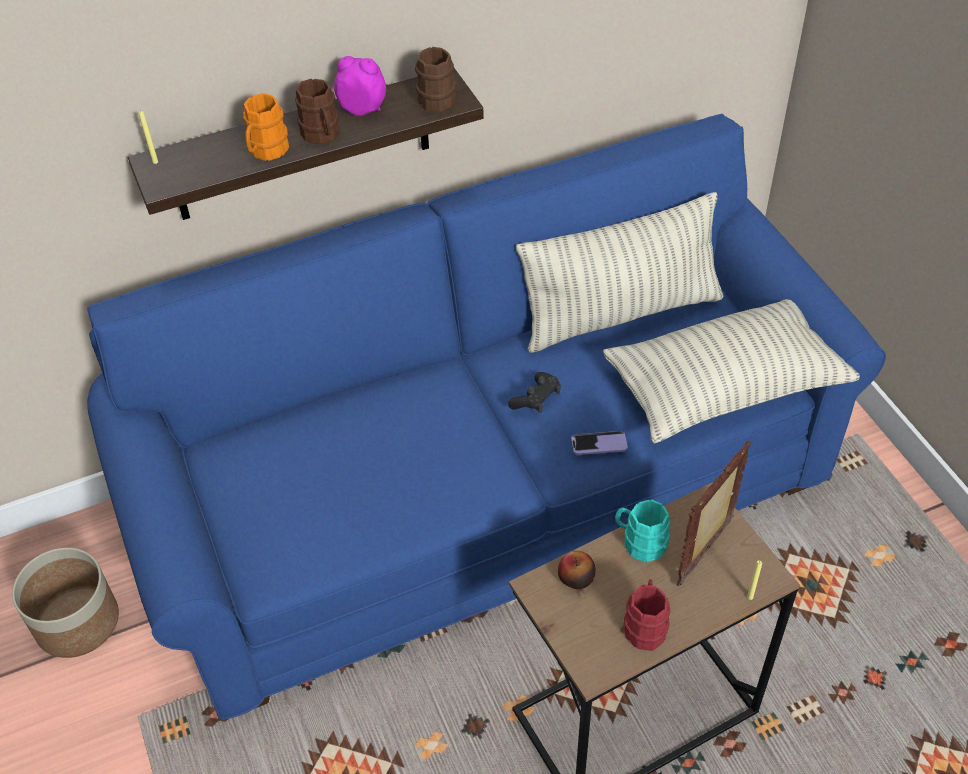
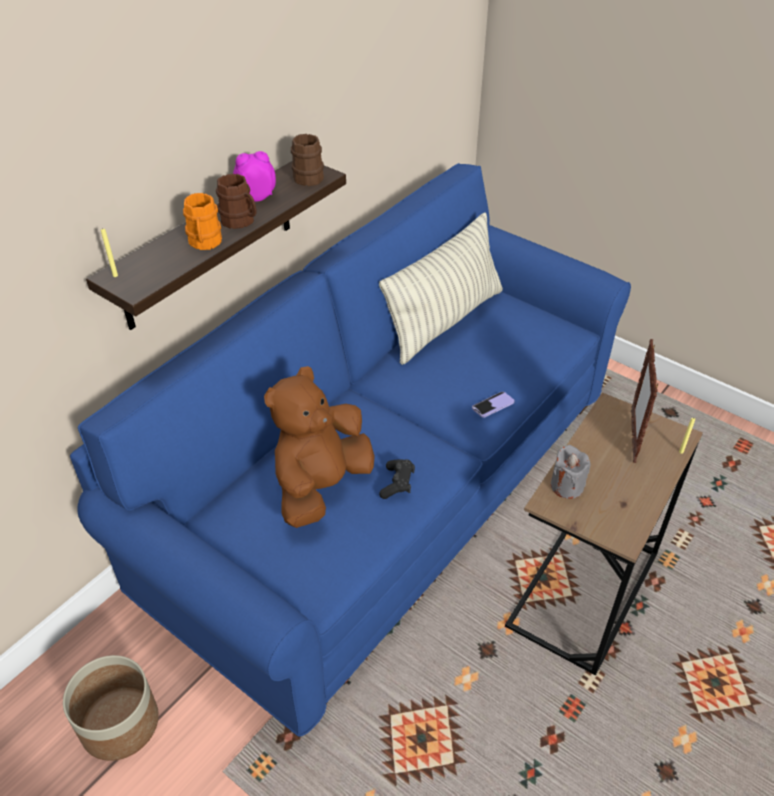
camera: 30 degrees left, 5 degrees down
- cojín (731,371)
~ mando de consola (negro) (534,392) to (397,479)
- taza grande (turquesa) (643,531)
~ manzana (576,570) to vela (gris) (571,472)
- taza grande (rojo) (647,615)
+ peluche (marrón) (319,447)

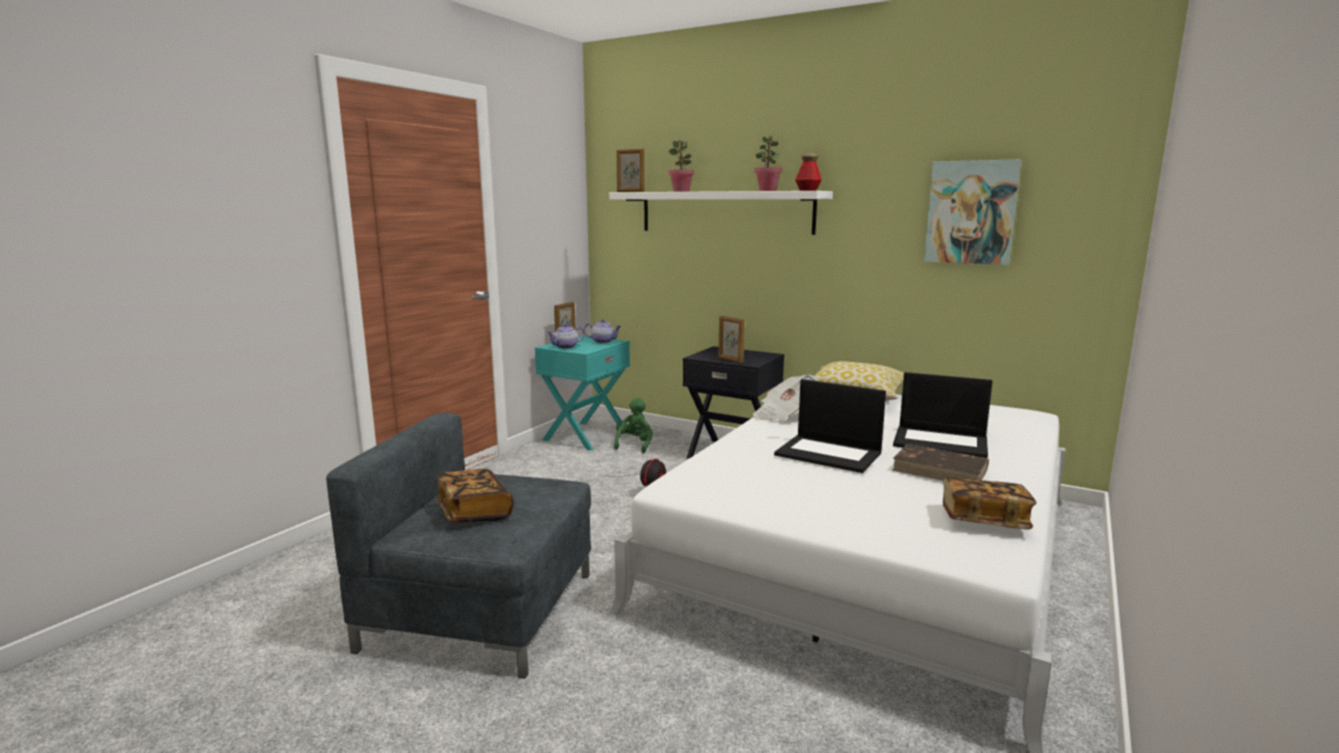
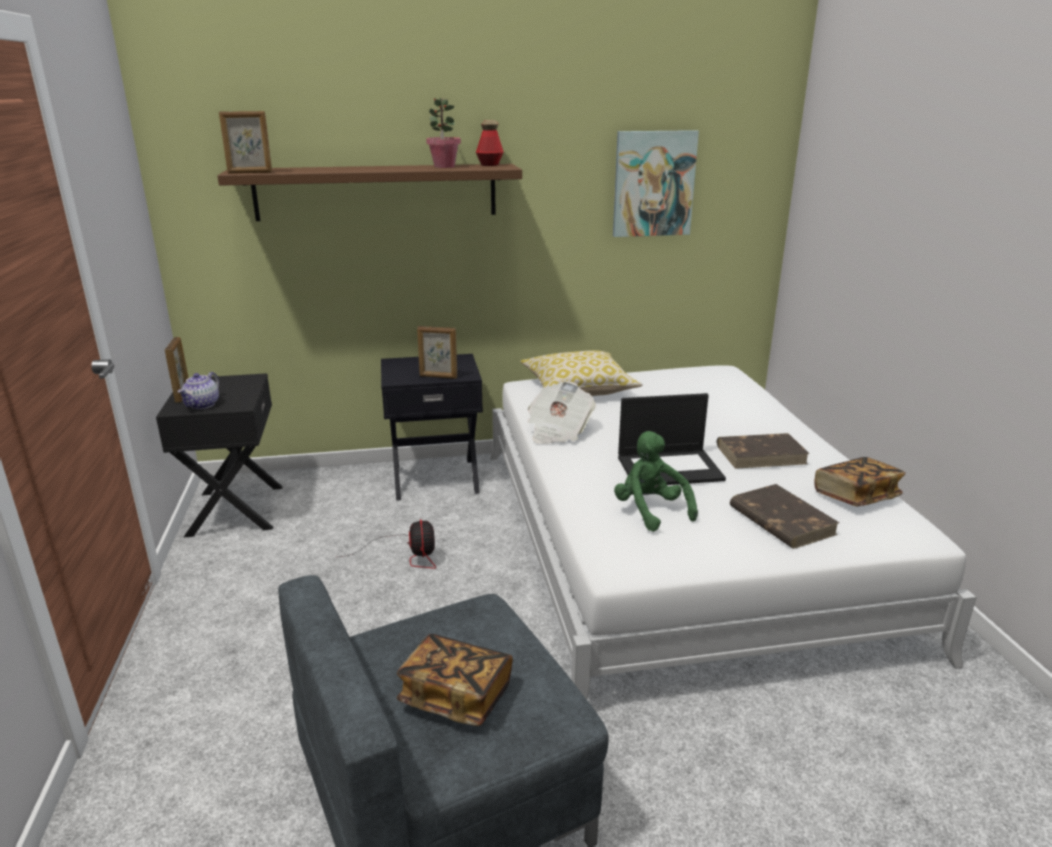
camera: 40 degrees left, 10 degrees up
- planta en maceta (681,166)
~ estante (blanco) (721,213) to estante (marrón) (369,192)
- tetera (602,331)
~ mesita de noche (turquesa) (582,393) to mesita de noche (negro) (219,455)
- portátil (943,415)
~ peluche (verde) (633,425) to (656,481)
+ libro (marrón) (785,516)

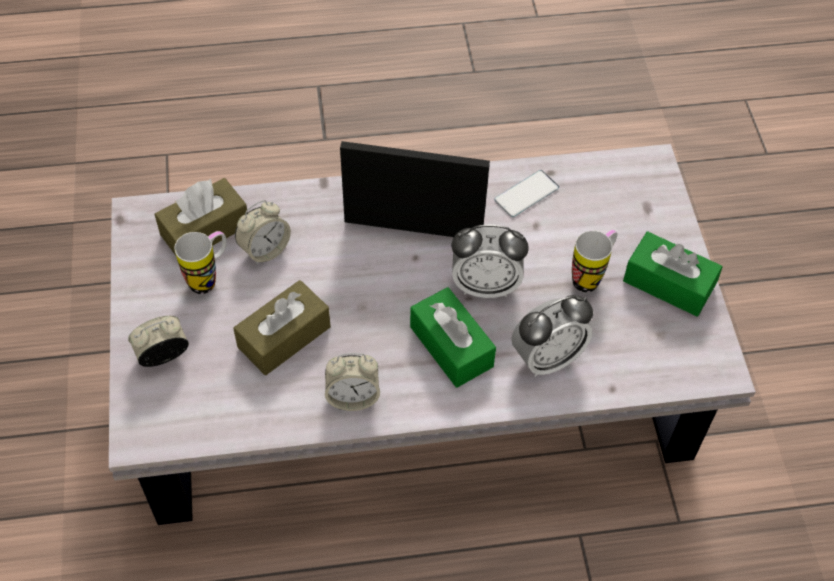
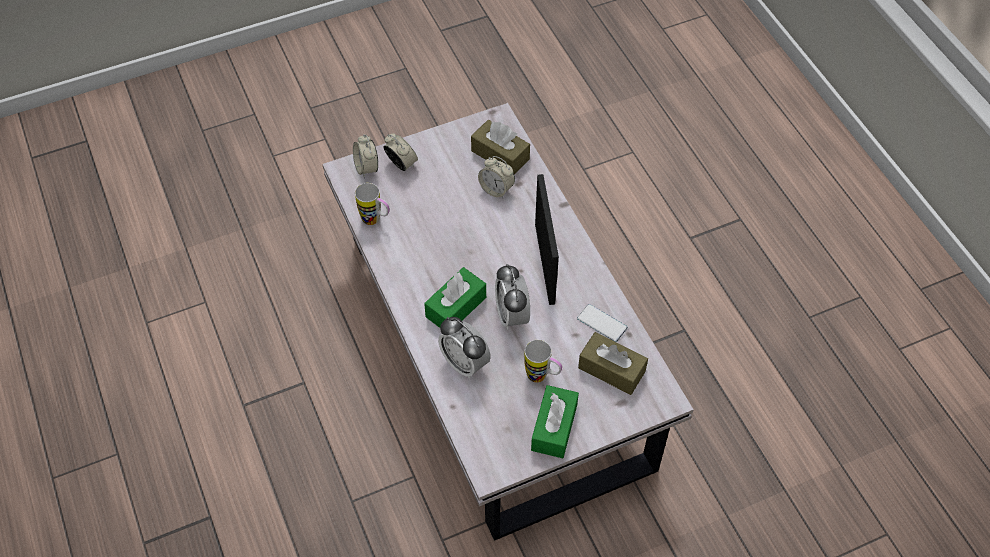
camera: 75 degrees right, 0 degrees up
~ taza grande (200,262) to (372,204)
~ caja de pañuelos (marrón) (281,327) to (613,363)
~ despertador (352,382) to (365,156)

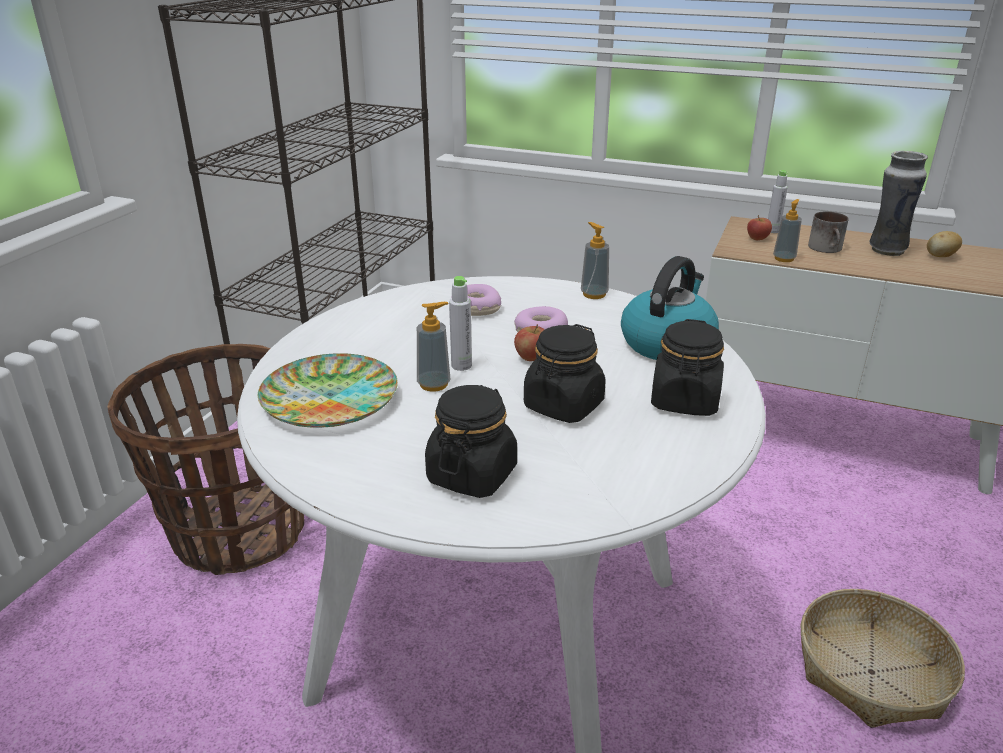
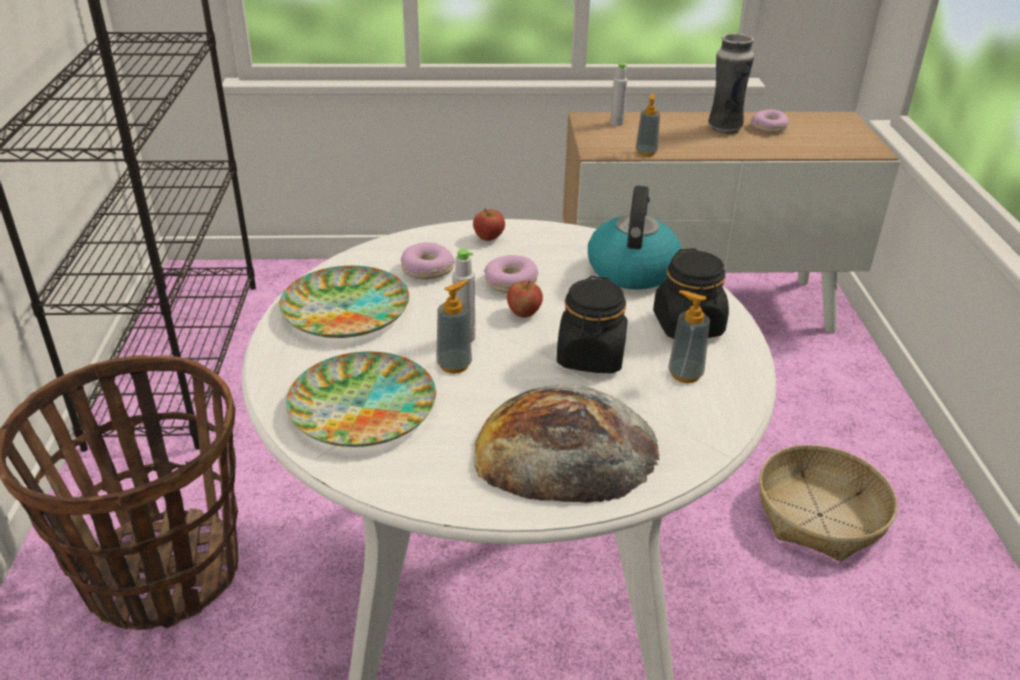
camera: 25 degrees left, 5 degrees up
- taza grande (828,232)
~ manzana (759,227) to (489,225)
~ dispensador de jabón (595,260) to (689,336)
~ patata (944,244) to rosquilla (770,121)
~ tarro (negro) (471,441) to pan (567,444)
+ plato (344,302)

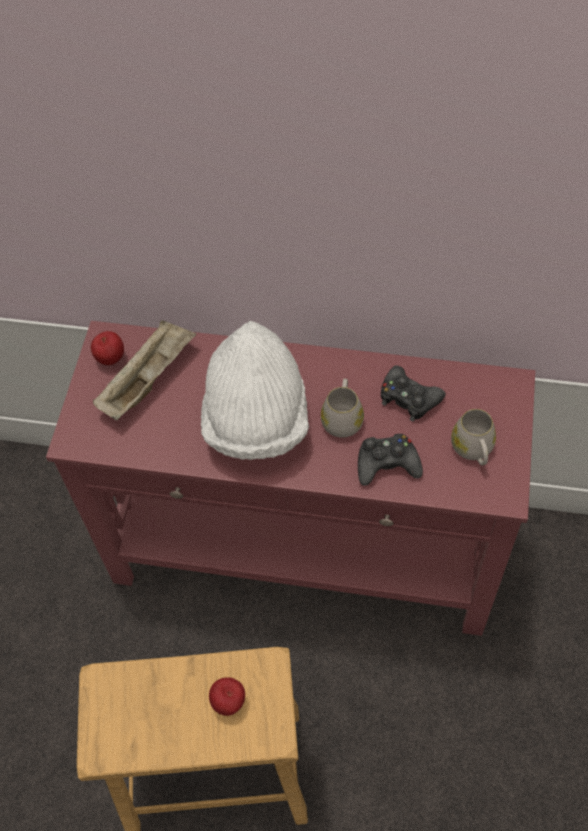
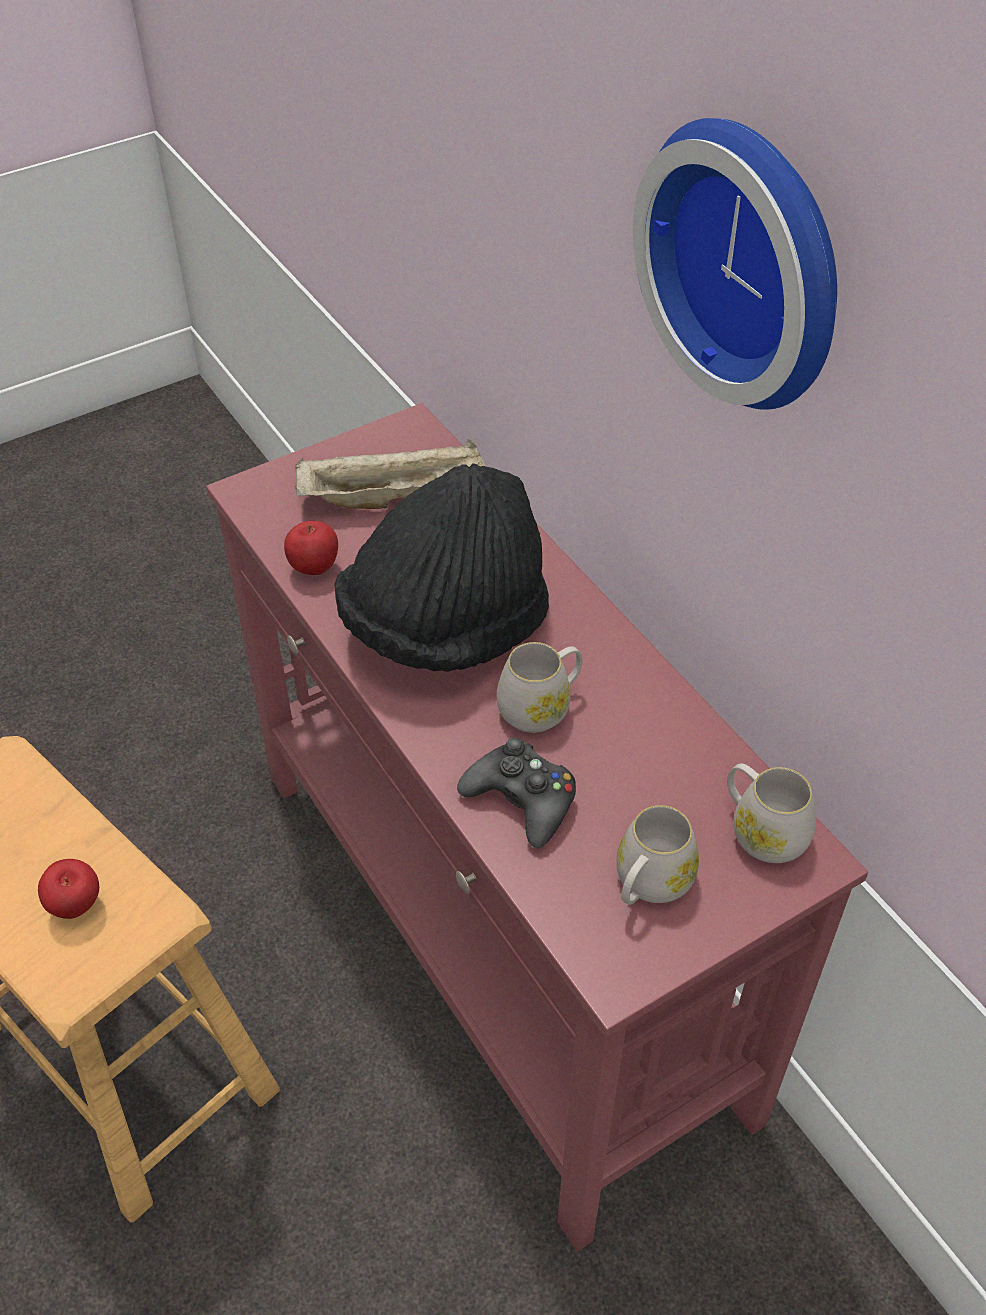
camera: 45 degrees right, 10 degrees down
~ sombrero (blanco) (255,390) to sombrero (negro) (441,567)
~ manzana (107,348) to (311,548)
- mando de consola (negro) (413,393)
+ reloj de pared (735,264)
+ taza grande (blanco) (771,813)

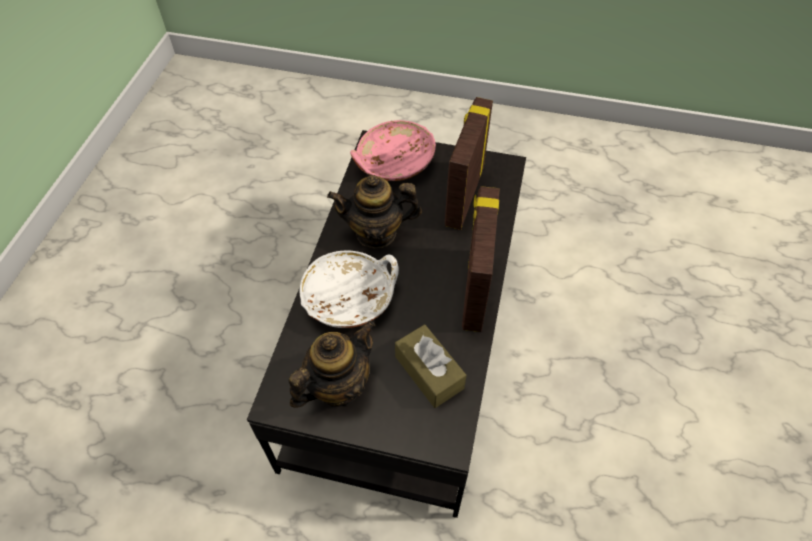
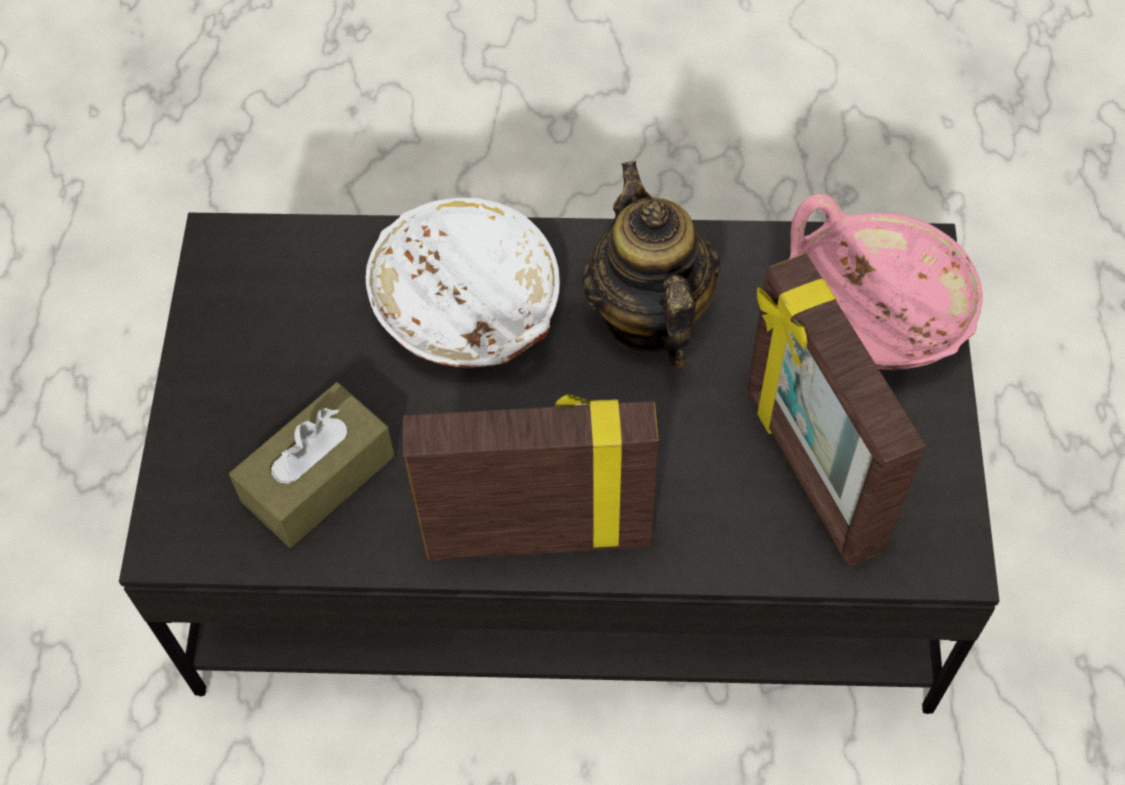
camera: 80 degrees right, 5 degrees up
~ portarretratos (469,163) = (836,409) 120 degrees counterclockwise
- tetera (332,364)

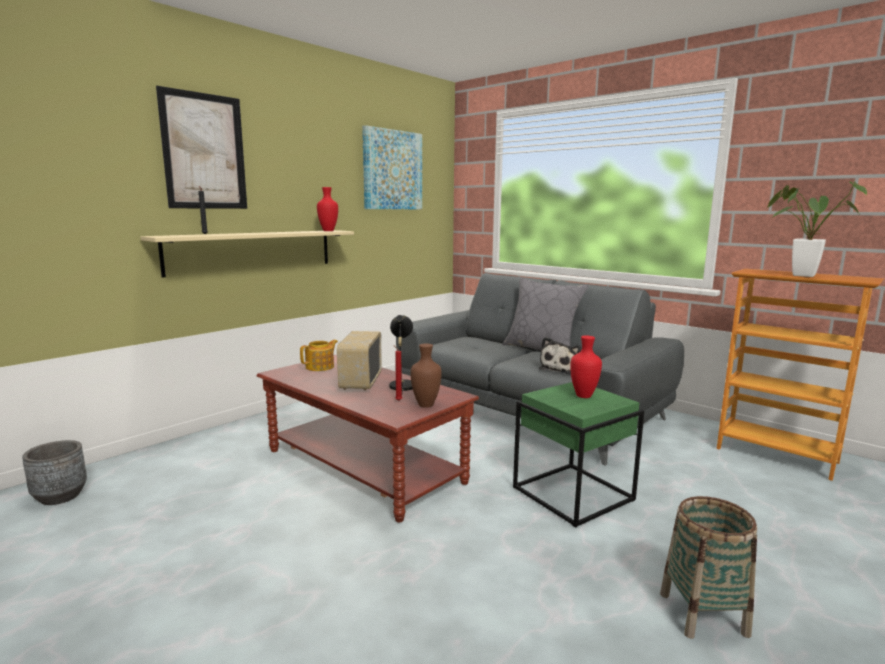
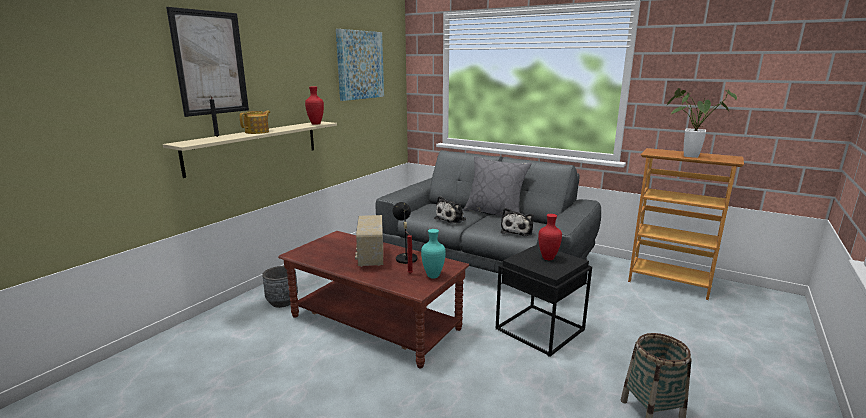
camera: 10 degrees left, 5 degrees up
~ tetera (319,355) to (255,122)
~ florero (marrón) (426,375) to florero (turquesa) (433,253)
~ mesa auxiliar (verde) (578,455) to mesa auxiliar (negro) (544,300)
~ maceta (gris) (54,472) to (280,287)
+ peluche (450,210)

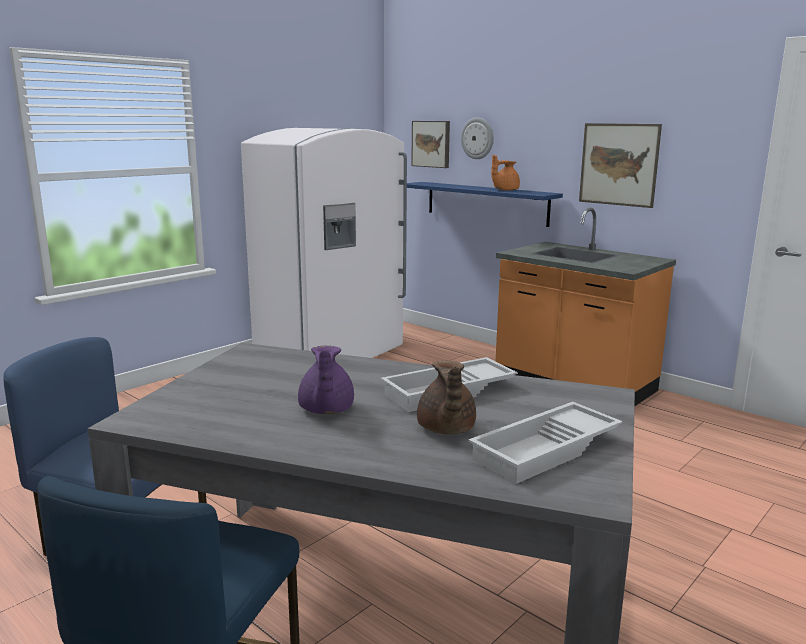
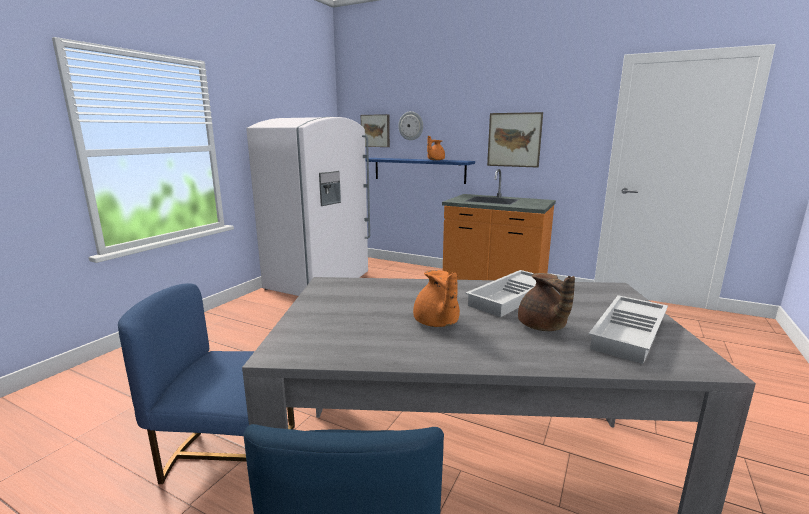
camera: 15 degrees left, 0 degrees up
~ tetera (morado) (326,380) to tetera (naranja) (436,298)

